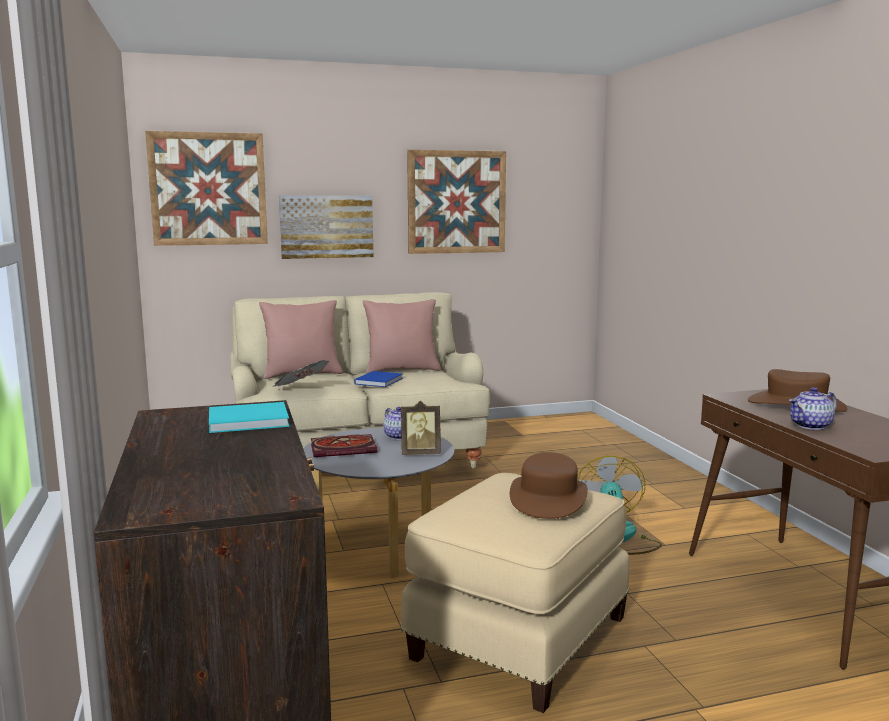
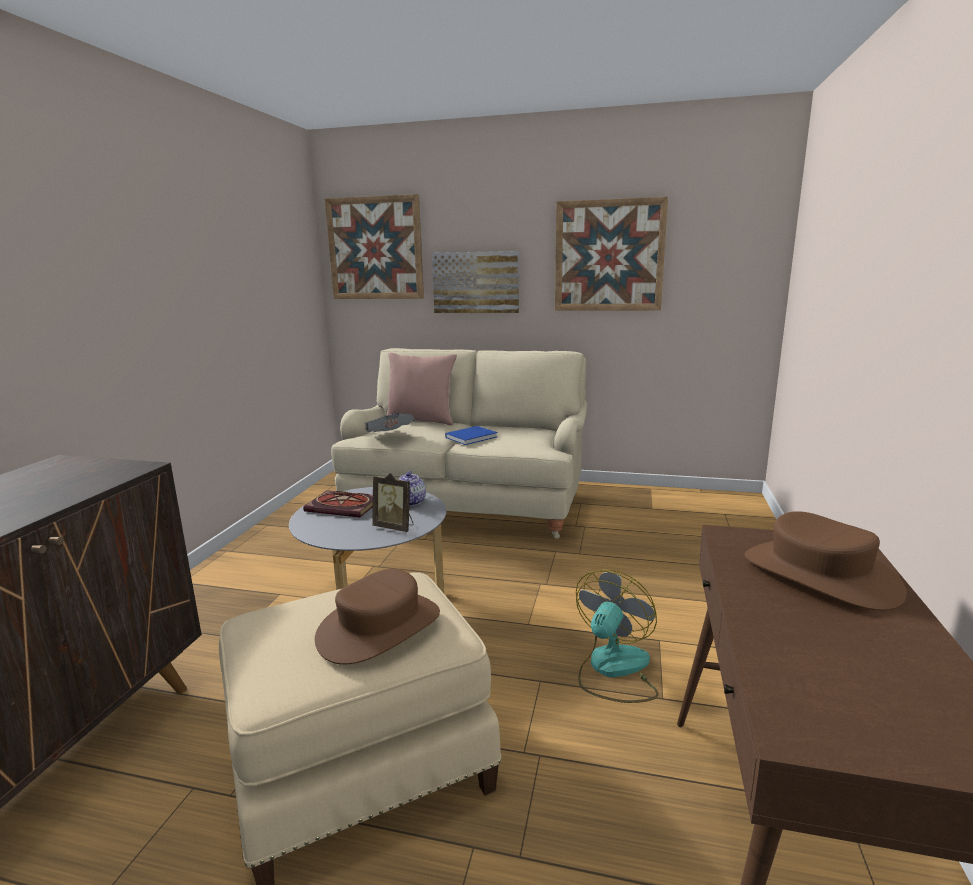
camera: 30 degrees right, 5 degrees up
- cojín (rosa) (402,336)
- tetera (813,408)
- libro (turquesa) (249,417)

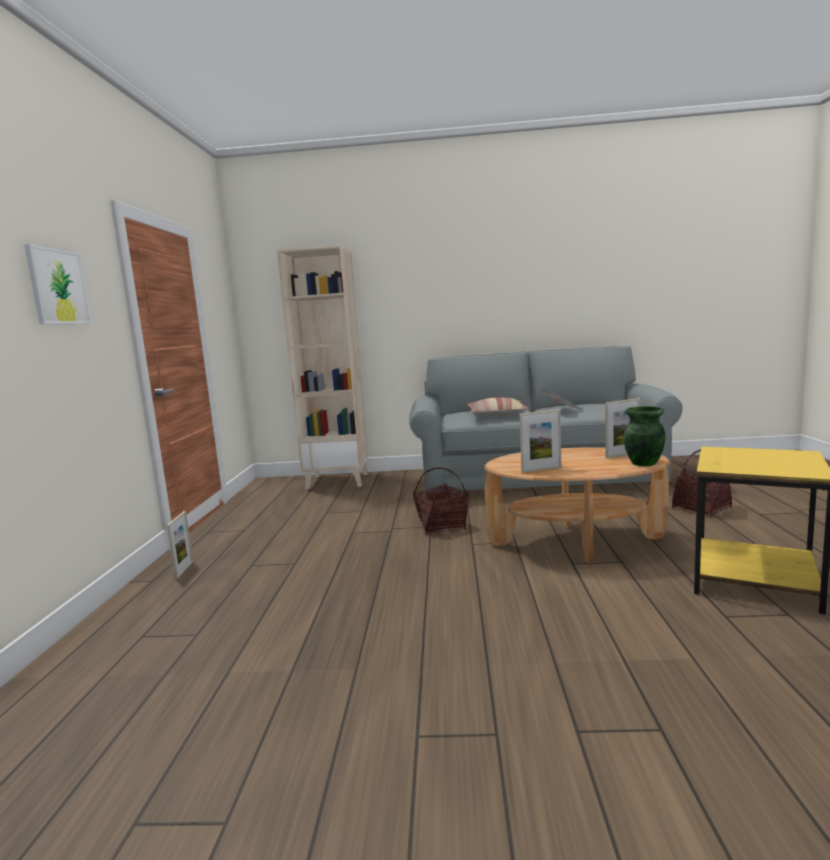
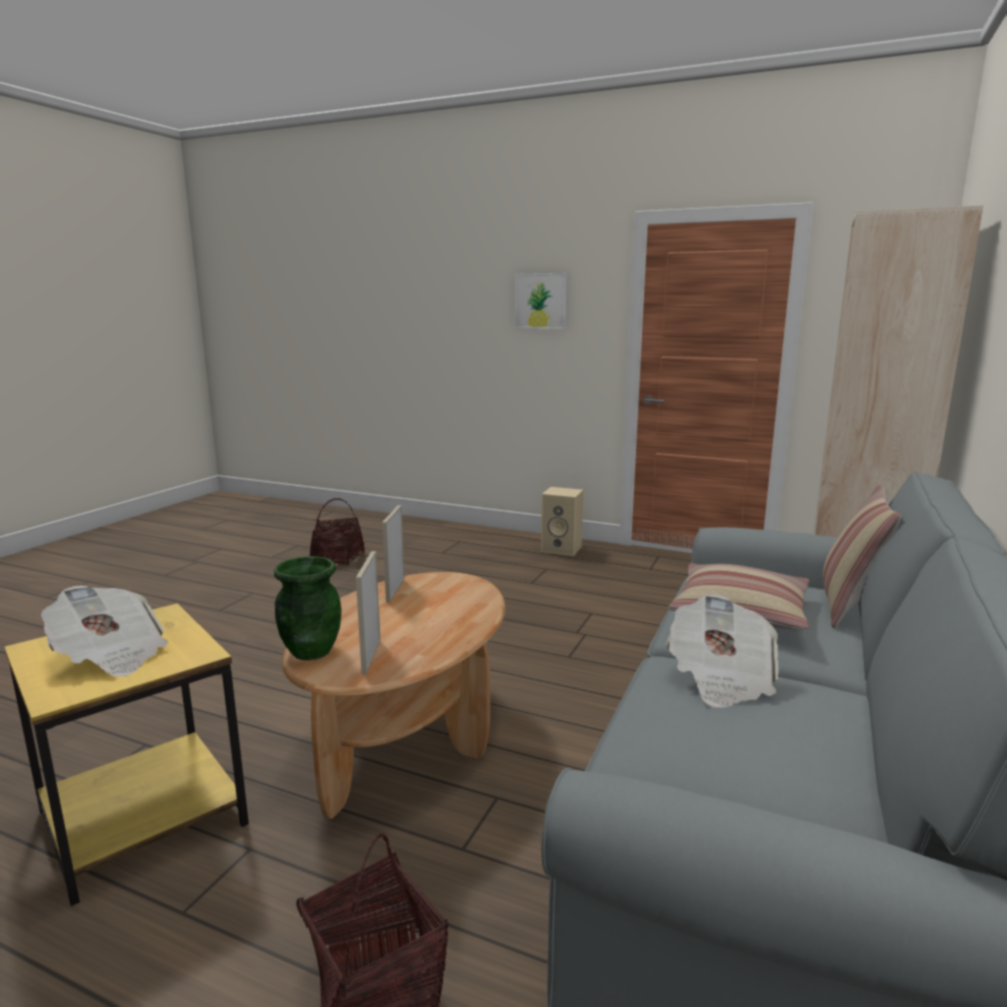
camera: 110 degrees right, 5 degrees up
~ cesta (440,501) to (337,531)
~ portarretratos (180,545) to altavoz (beis) (562,521)
+ cojín (862,556)
+ periódico (104,631)

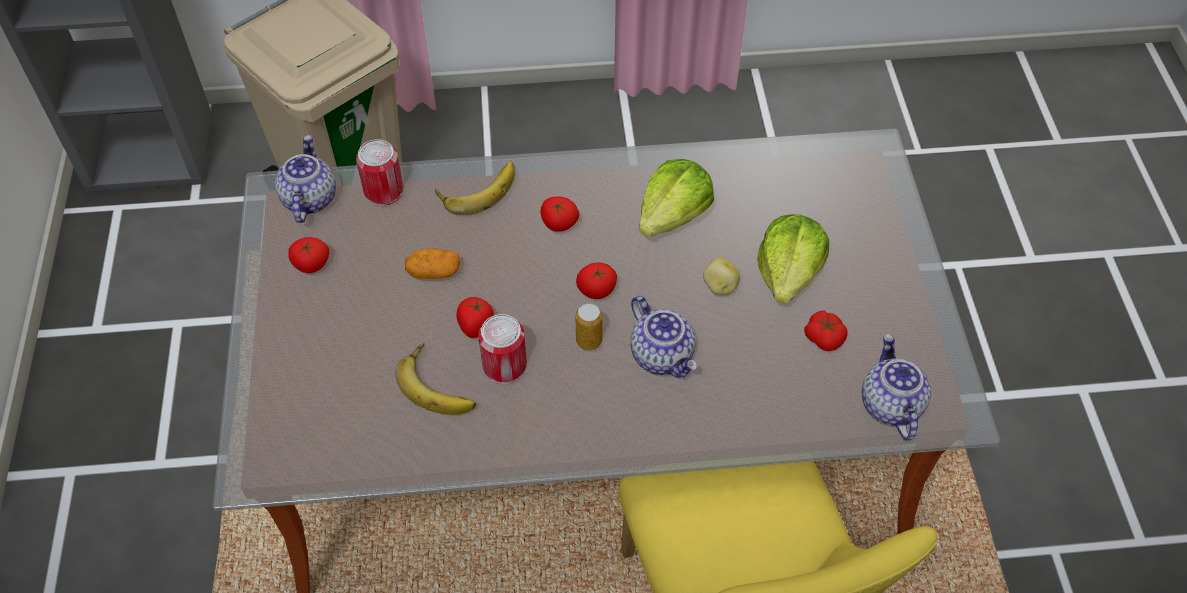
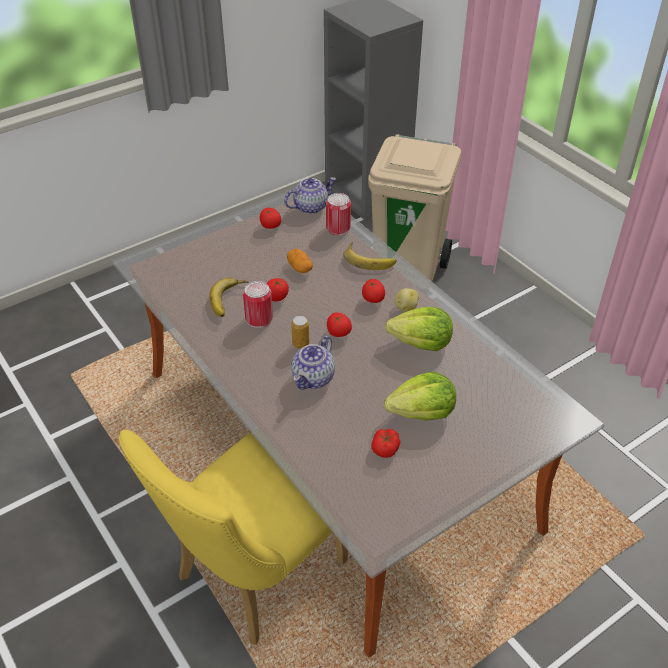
camera: 60 degrees right, 10 degrees down
~ patata (721,276) to (406,299)
- tetera (896,387)

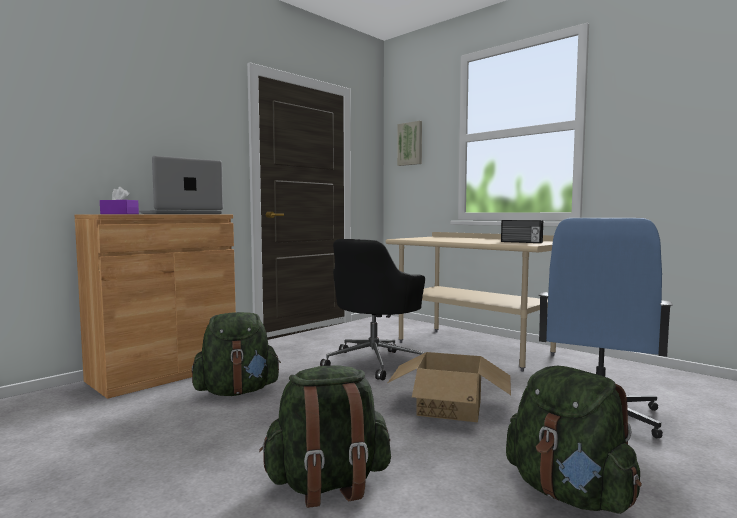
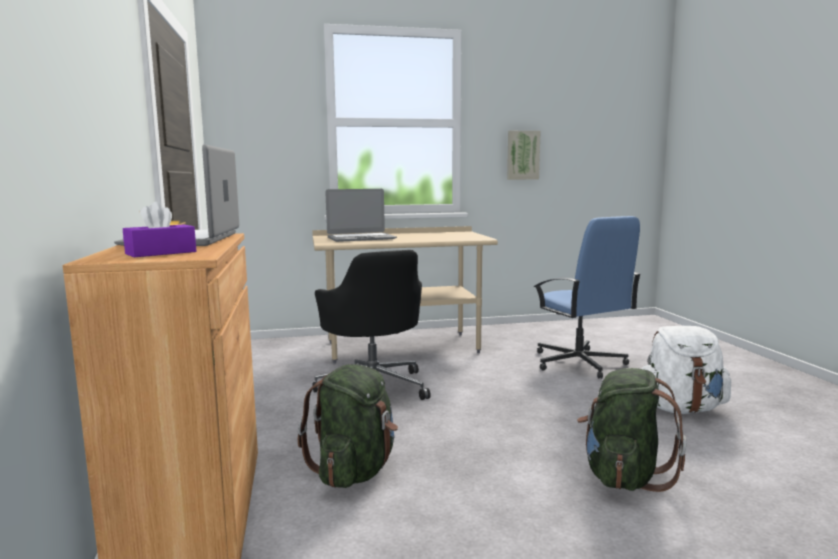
camera: 55 degrees left, 5 degrees up
~ cuadro (409,143) to (524,155)
- radio (522,231)
- caja de cartón (449,387)
~ mochila (verde) (574,440) to mochila (blanco) (686,370)
+ portátil (361,215)

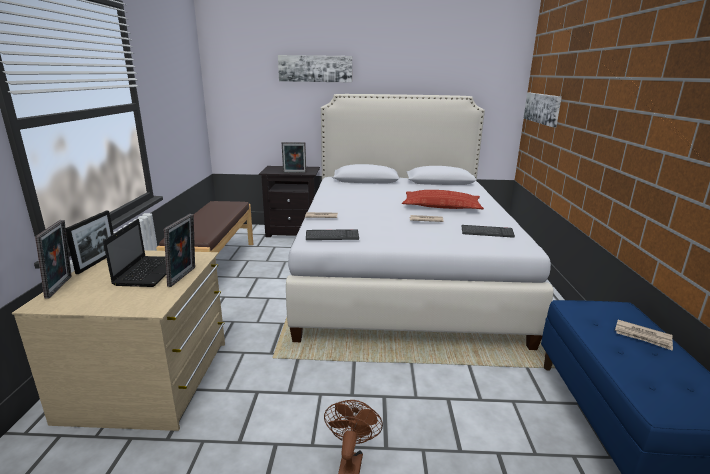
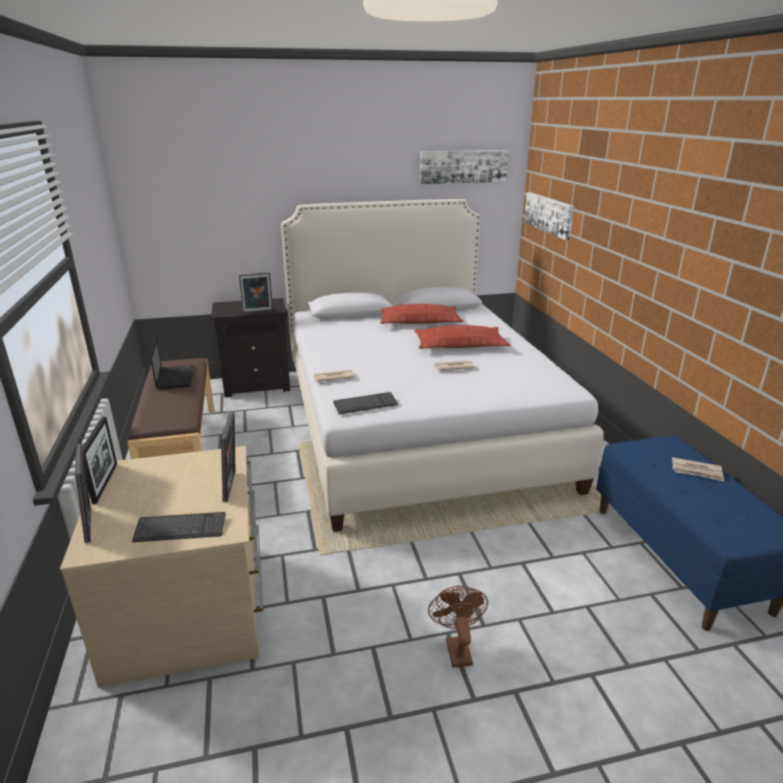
camera: 15 degrees left, 5 degrees up
~ cuadro (315,68) to (464,167)
~ portátil (134,253) to (172,363)
~ teclado (488,231) to (179,527)
+ cojín (421,314)

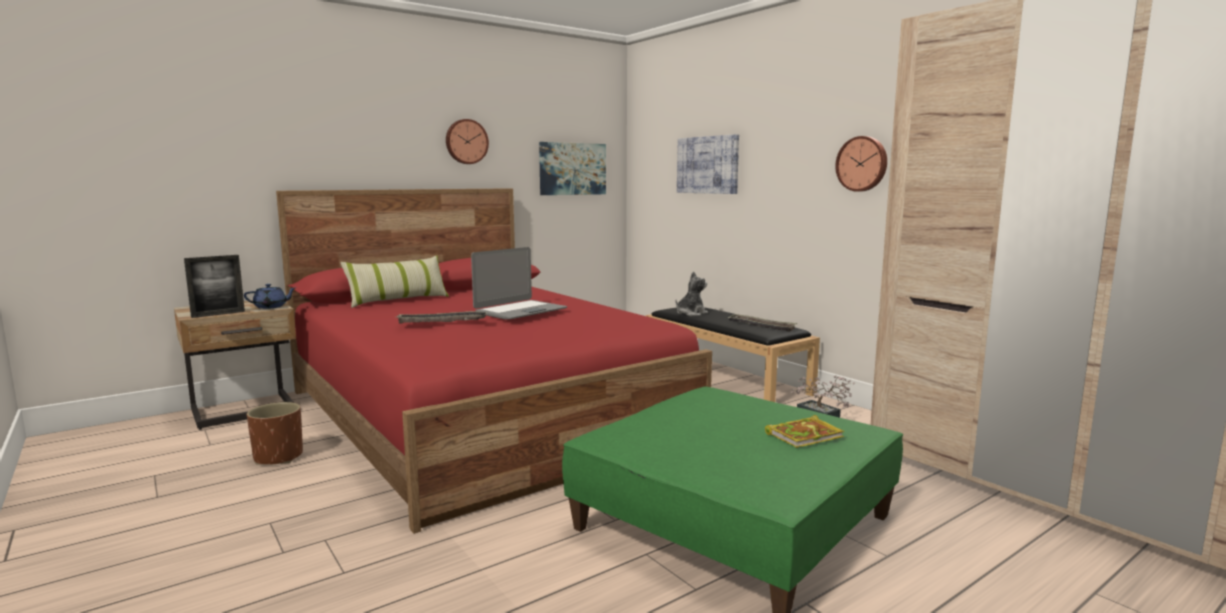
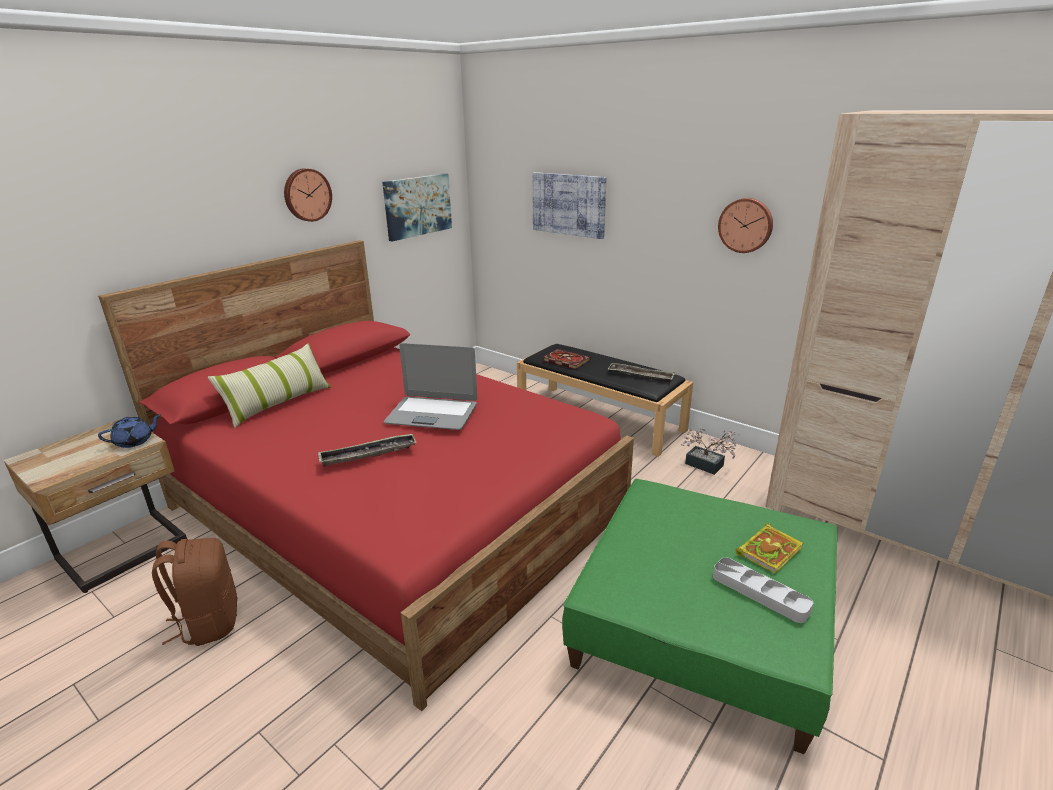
camera: 15 degrees left, 15 degrees up
~ portátil (519,283) = (430,386) 75 degrees clockwise
- portarretratos (214,286)
~ peluche (691,293) to libro (567,359)
~ maceta (marrón) (275,433) to mochila (marrón) (195,592)
+ bandeja (gris) (763,590)

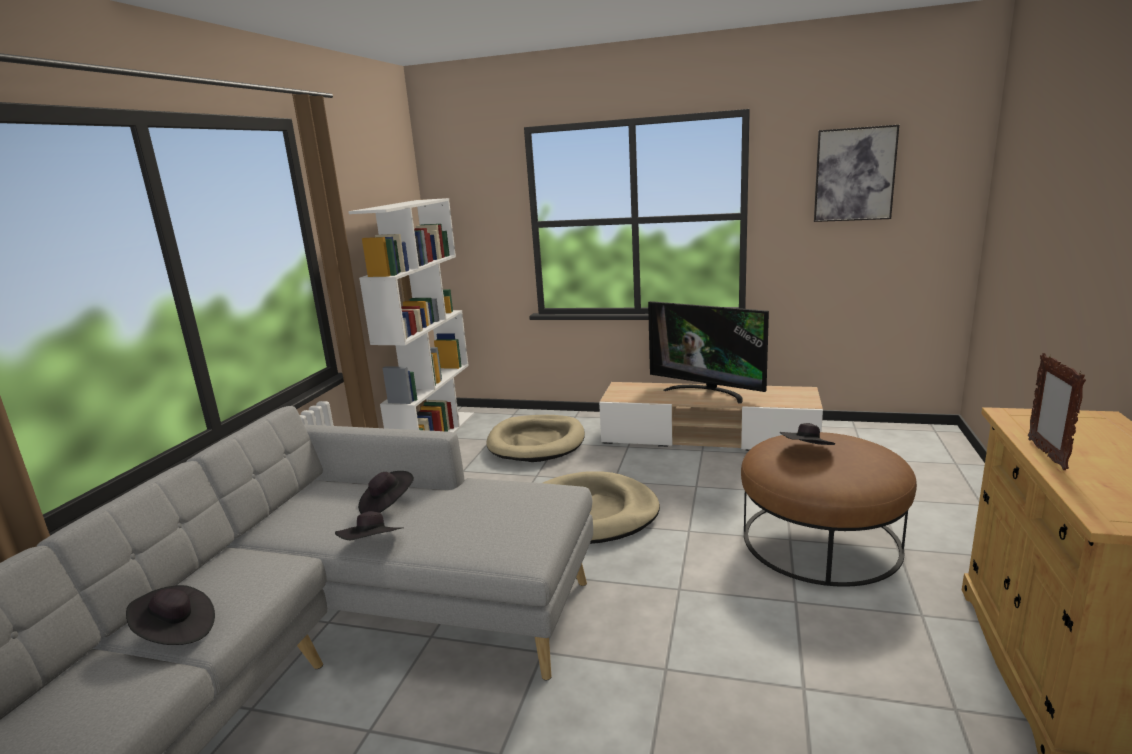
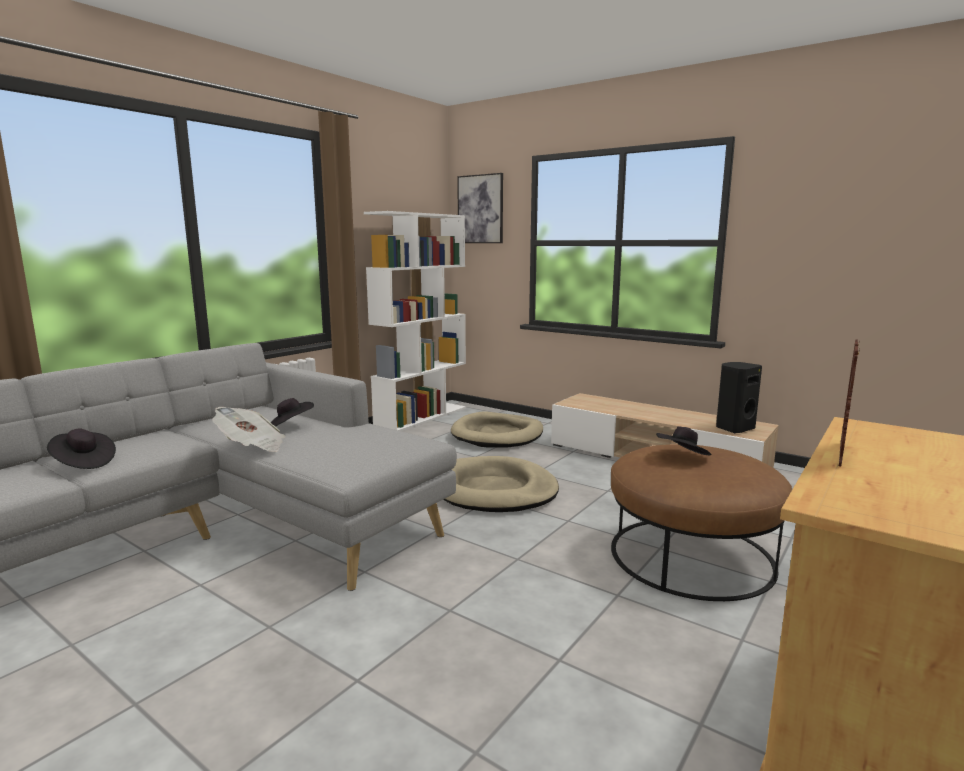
camera: 20 degrees right, 5 degrees down
~ cuadro (856,173) to (480,208)
- televisor (708,352)
~ sombrero (negro) (369,525) to periódico (248,429)
+ altavoz (negro) (739,397)

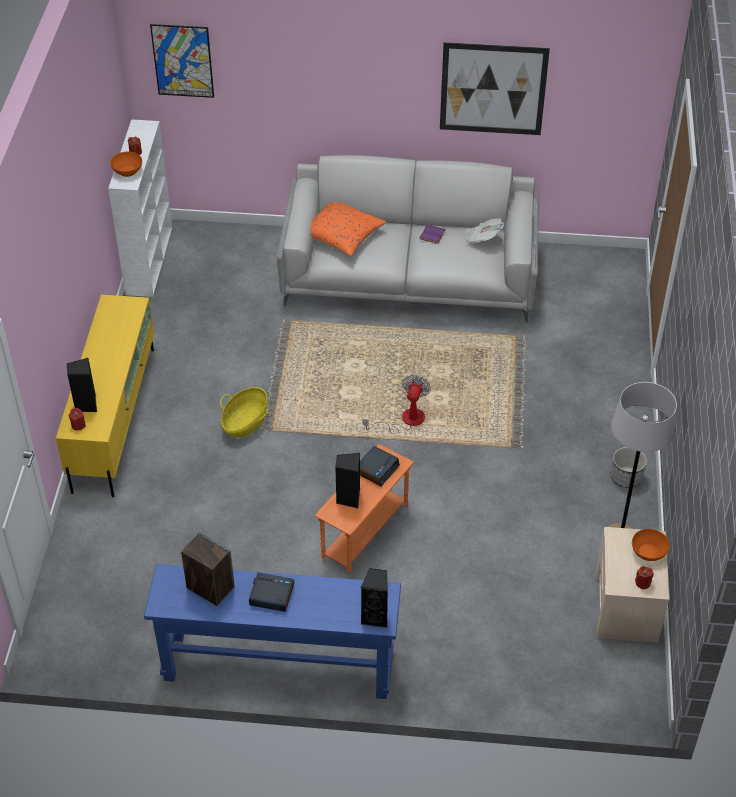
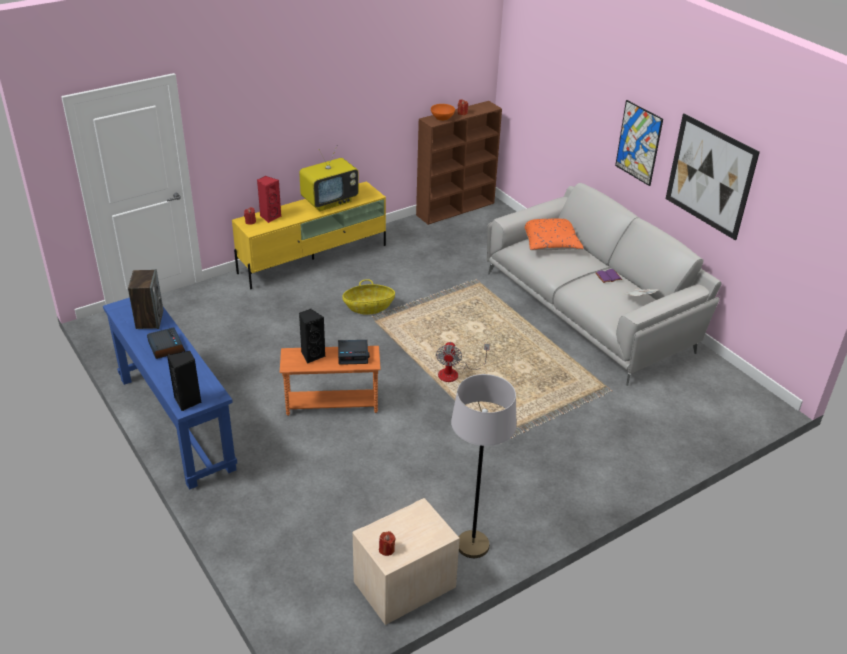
camera: 50 degrees right, 10 degrees down
~ cuadro (182,61) to (639,143)
~ estantería (blanco) (140,208) to estantería (marrón) (459,163)
~ altavoz (negro) (82,385) to altavoz (rojo) (269,199)
~ ventilador (396,404) = (463,362) 120 degrees clockwise
- maceta (629,467)
- cuenco (naranja) (651,545)
+ televisor (329,178)

